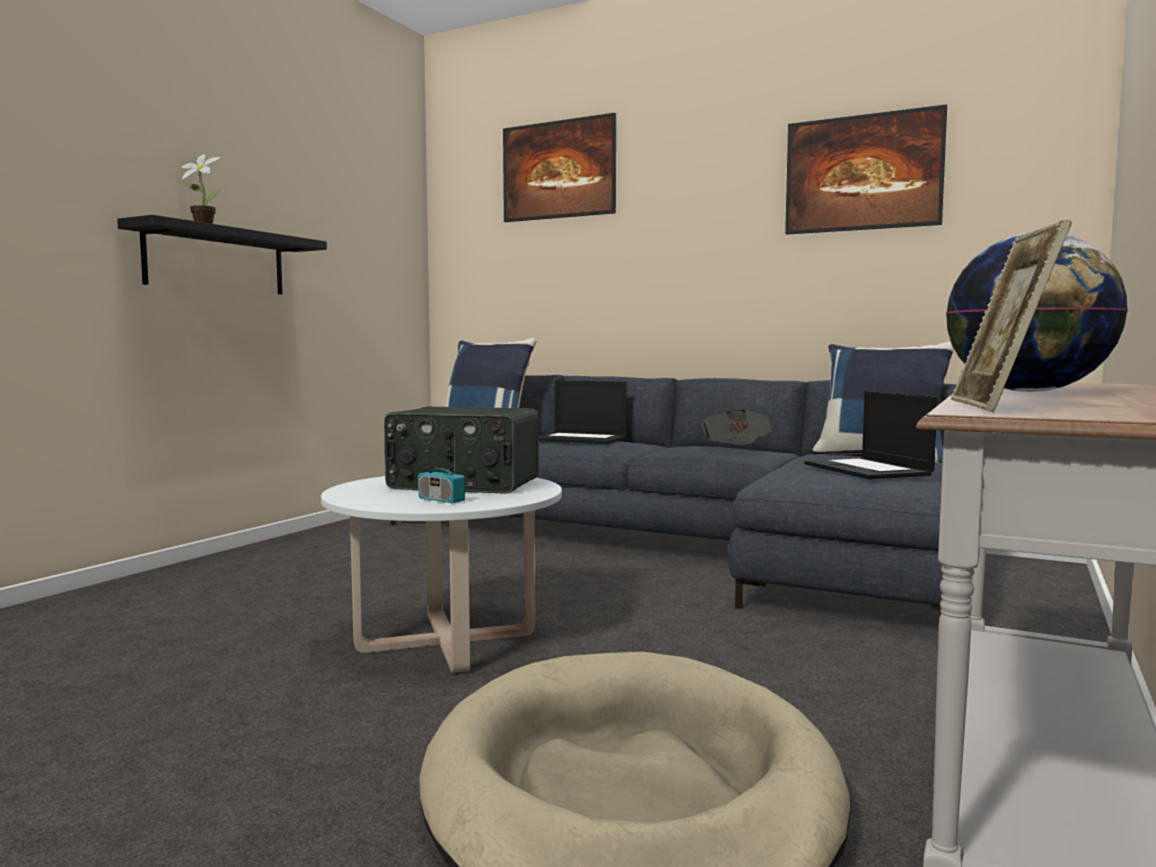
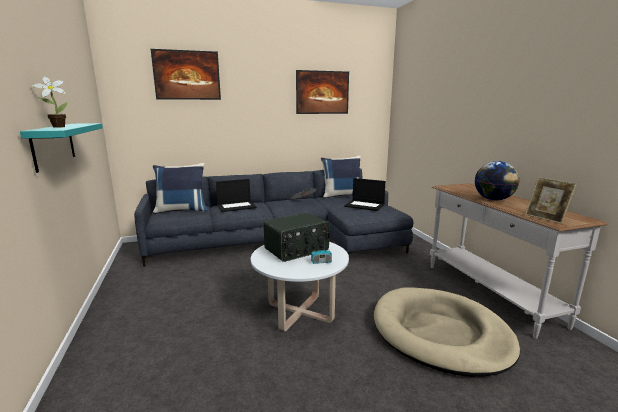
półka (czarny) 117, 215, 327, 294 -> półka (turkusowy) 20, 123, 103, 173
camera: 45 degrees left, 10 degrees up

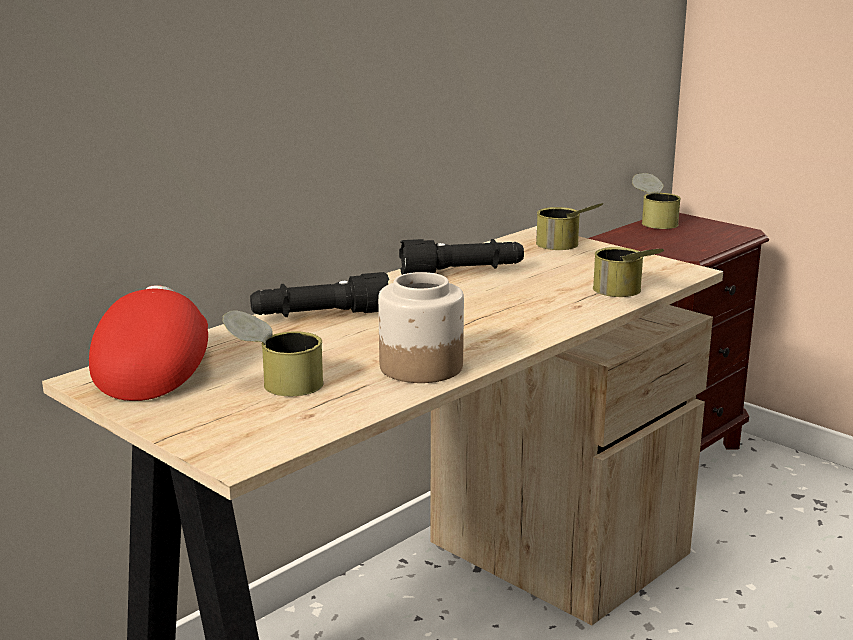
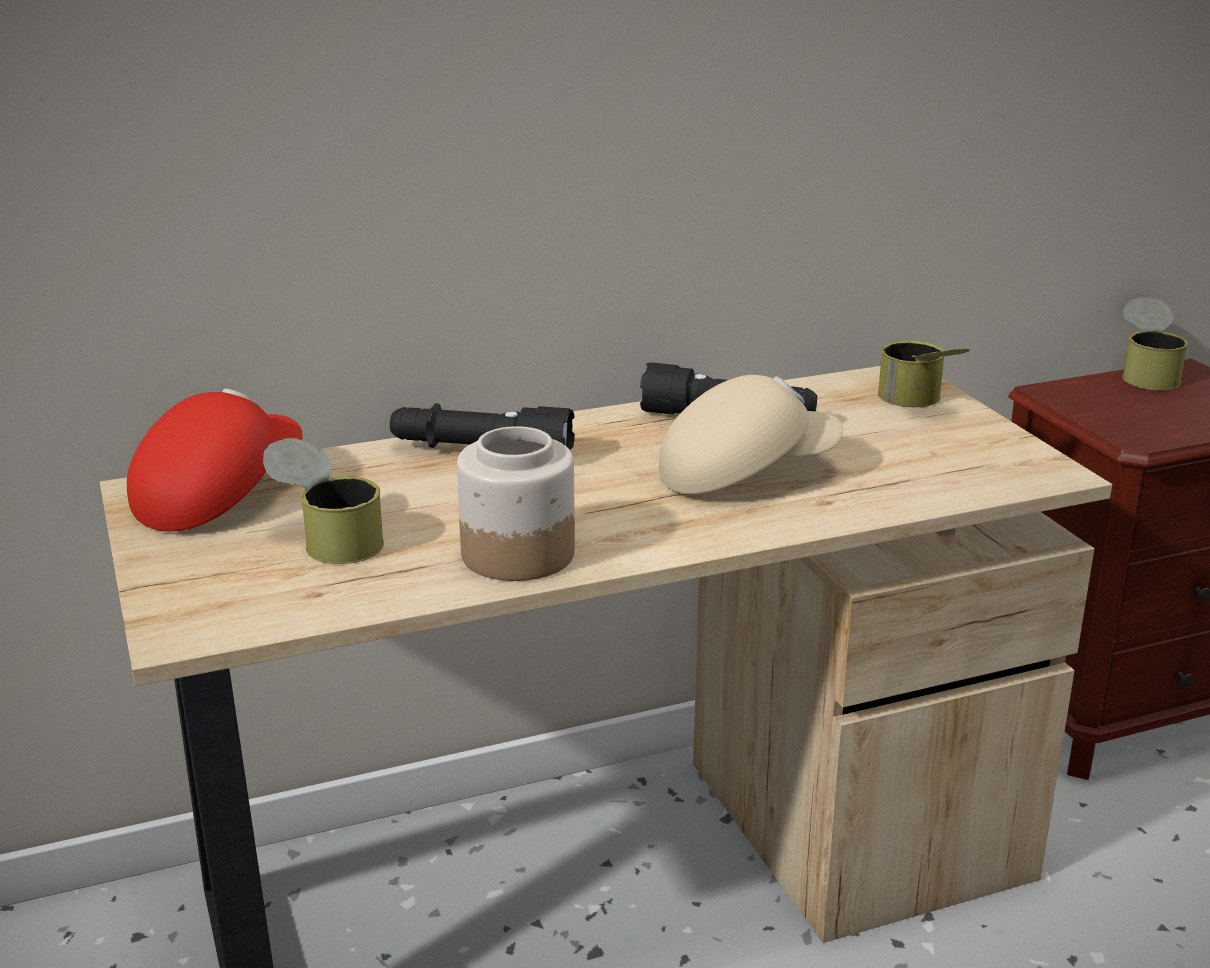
puszka 593, 247, 664, 297 -> none
none -> czapka z daszkiem (beżowy) 659, 375, 843, 494
camera: 25 degrees right, 5 degrees up

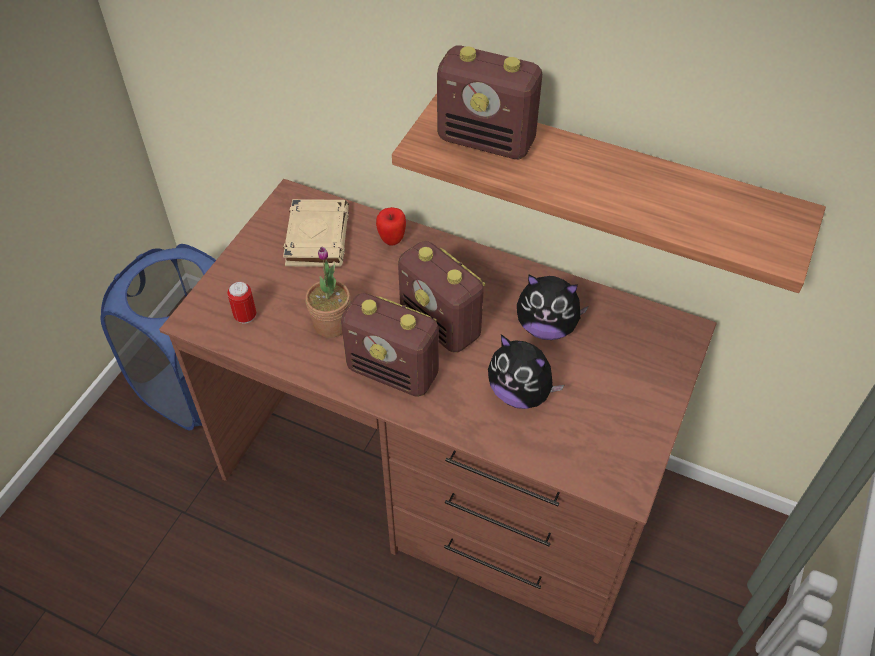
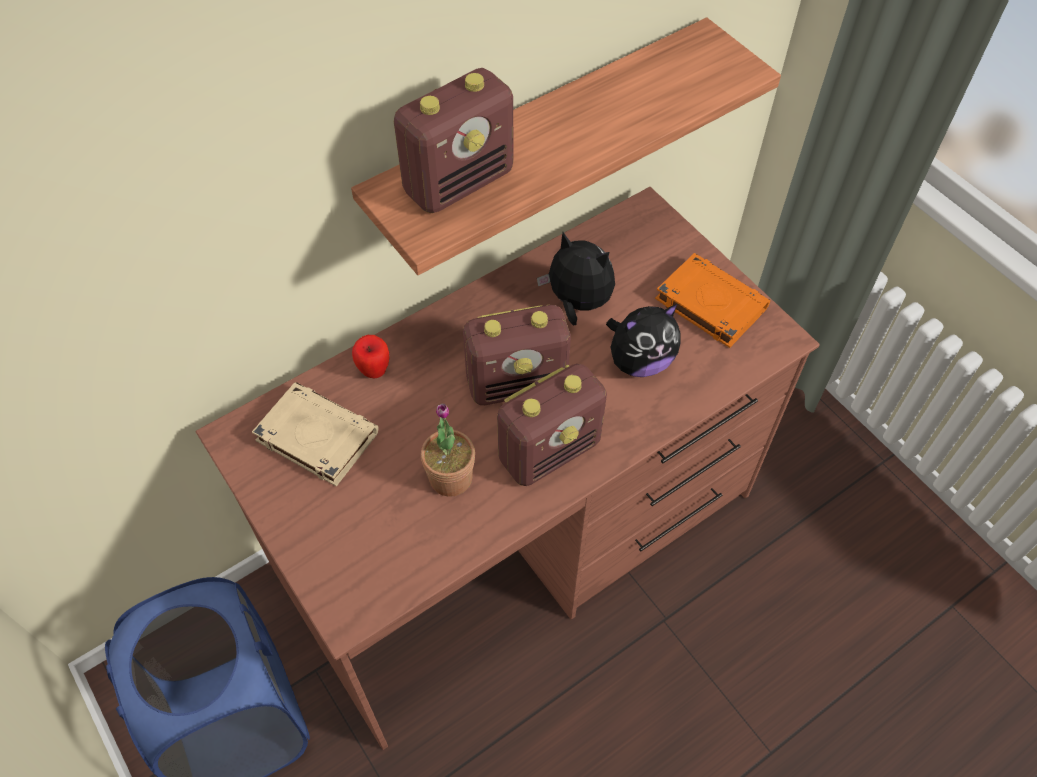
puszka 227, 281, 256, 324 -> none
pluszak 517, 274, 589, 340 -> pluszak 537, 232, 615, 326, 105 degrees counterclockwise
none -> książka (pomarańczowy) 655, 253, 770, 348
camera: 60 degrees left, 5 degrees up

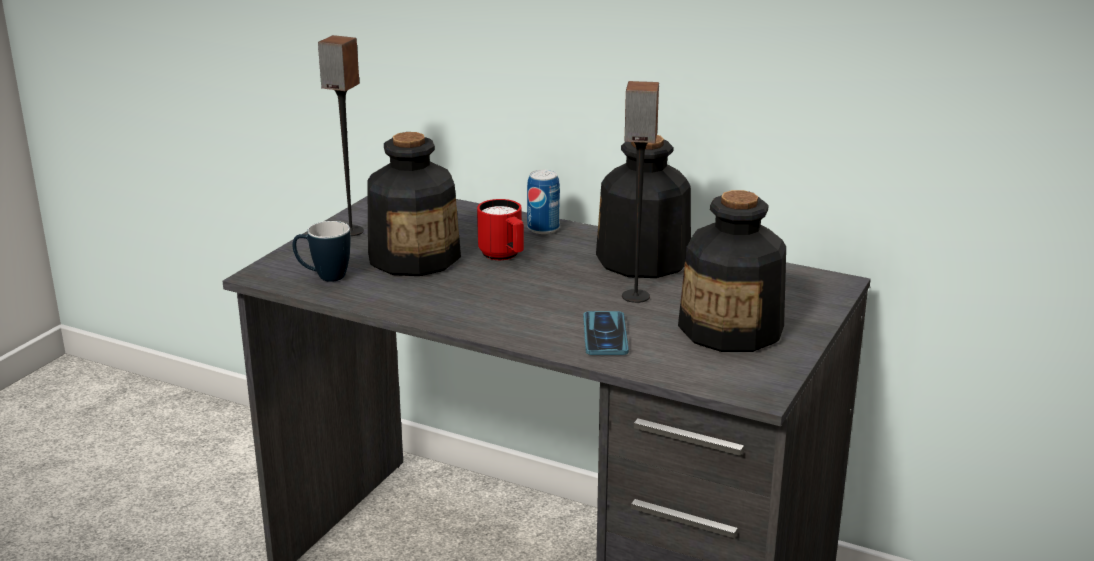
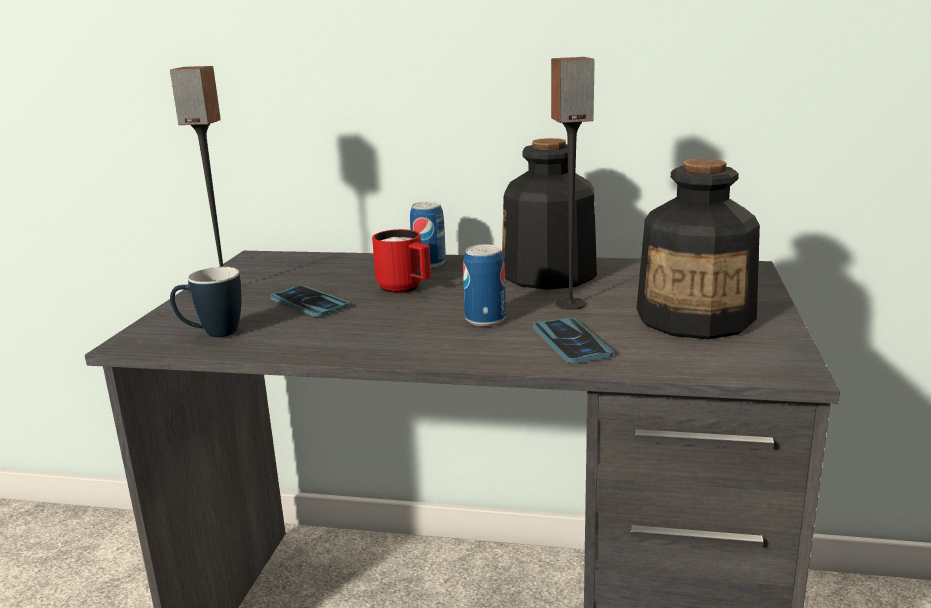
butelka 367, 132, 461, 276 -> telefon 270, 286, 349, 317
none -> puszka 463, 245, 506, 326
camera: 15 degrees left, 5 degrees down

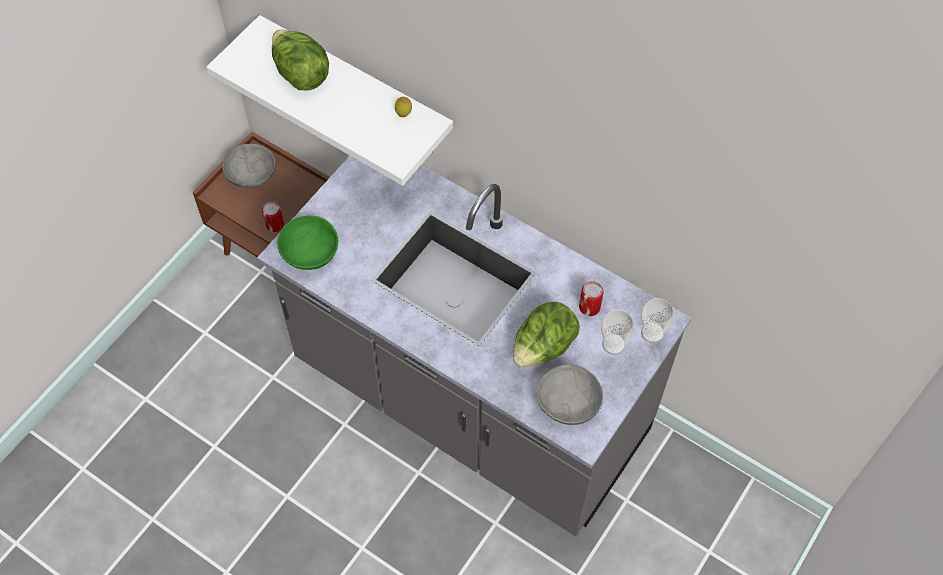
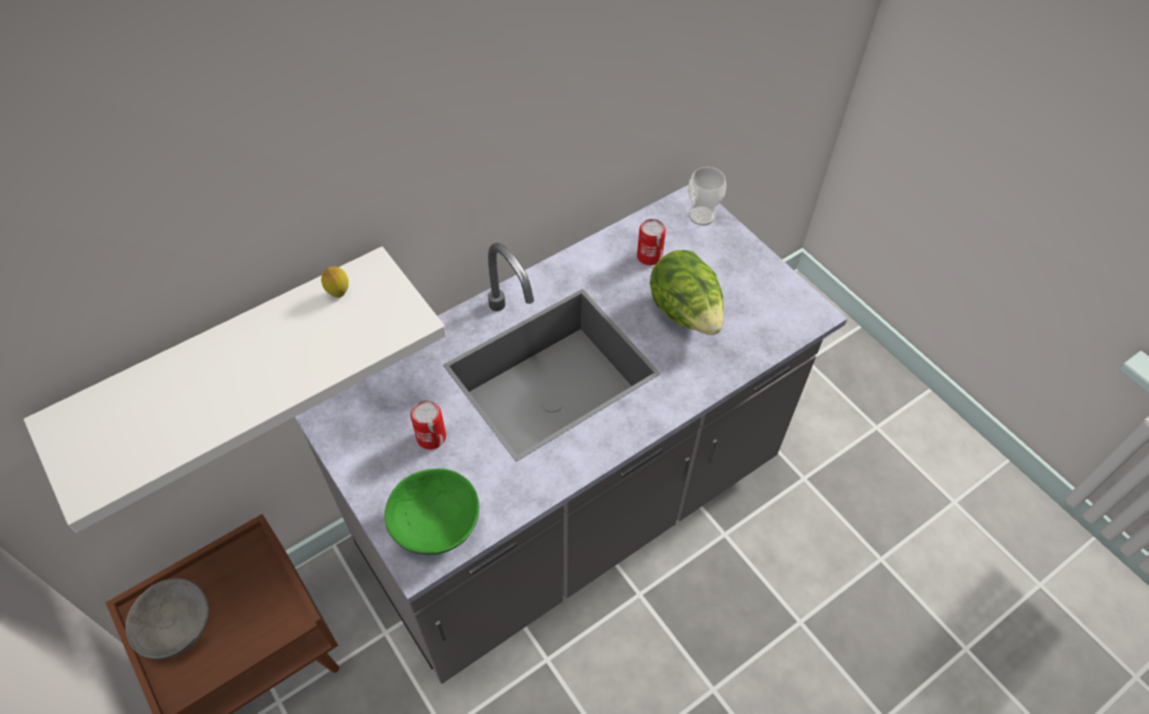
puszka 262, 201, 284, 232 -> puszka 410, 400, 446, 450, moved
sałata 272, 30, 329, 90 -> none
miska (szary) 536, 364, 603, 425 -> none
filiżanka 601, 310, 634, 355 -> none
camera: 70 degrees left, 5 degrees down

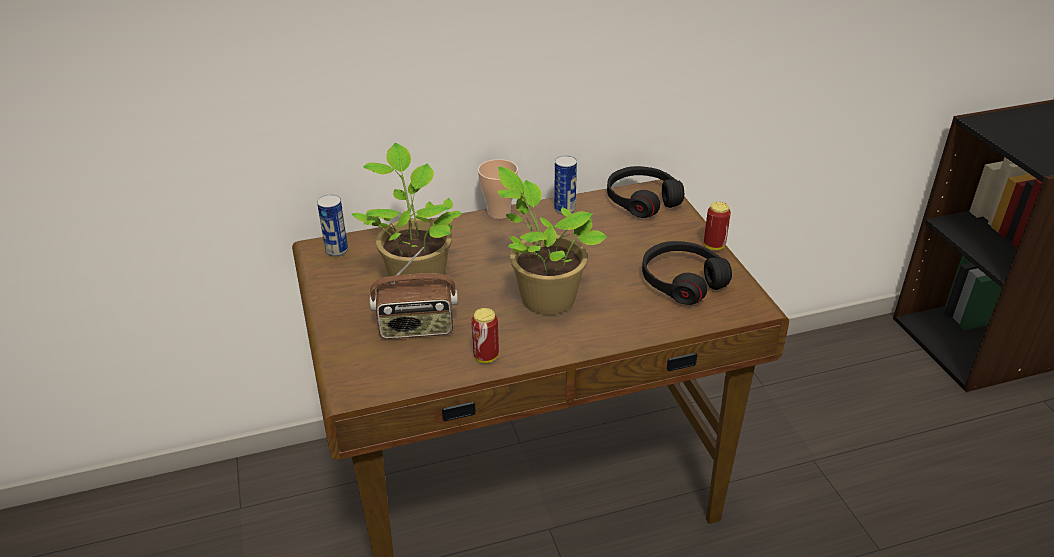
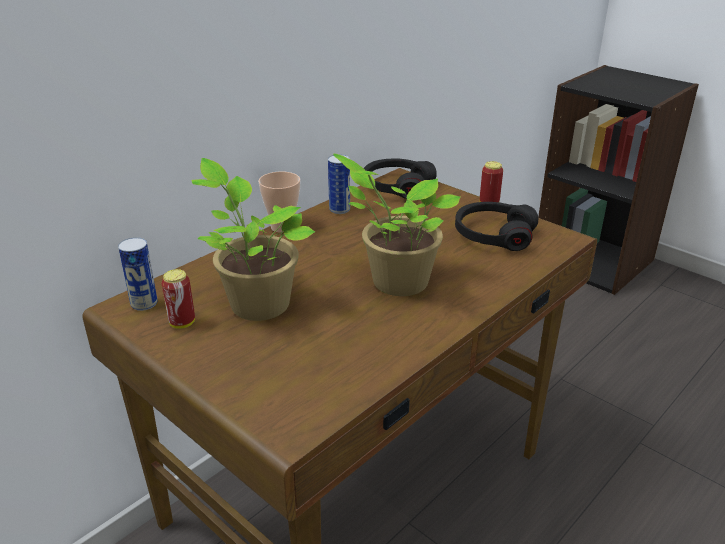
radio 370, 247, 458, 339 -> none
puszka 471, 308, 499, 363 -> puszka 162, 269, 195, 329, moved
camera: 30 degrees left, 5 degrees down

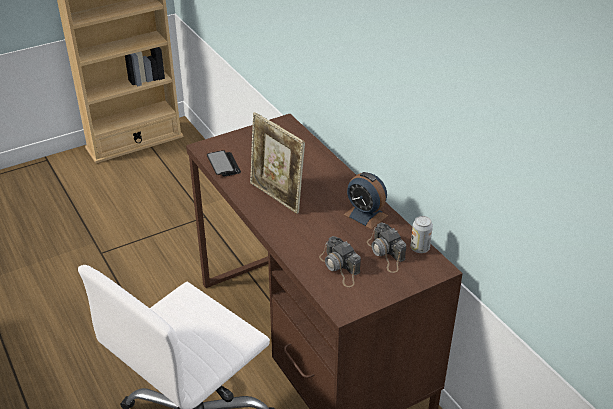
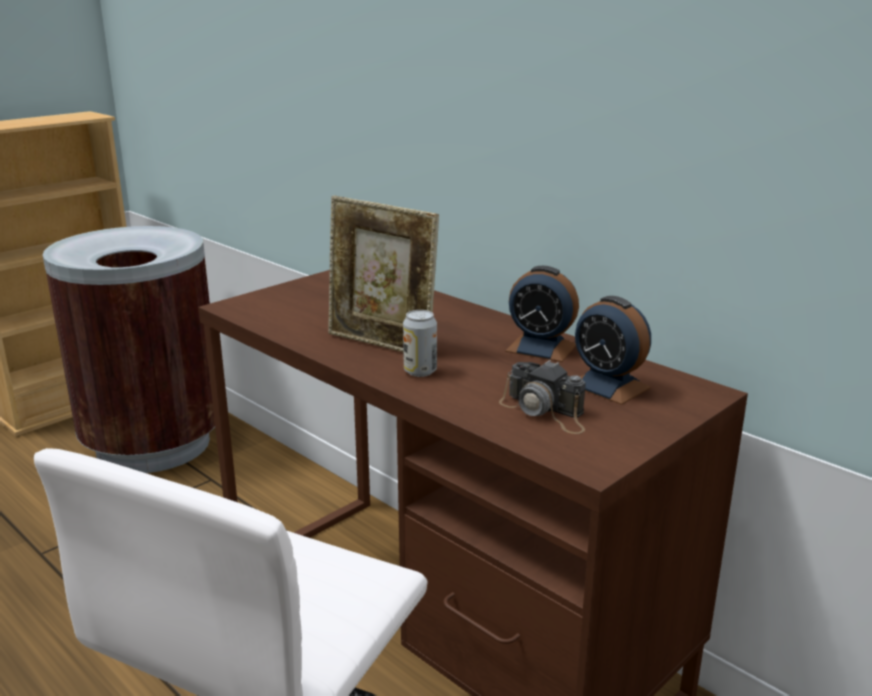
telefon 207, 150, 241, 176 -> none
aparat fotograficzny 367, 222, 406, 273 -> budzik 575, 296, 651, 405
puszka 411, 216, 433, 253 -> puszka 403, 310, 437, 377, moved
none -> kosz na śmieci (brązowy) 43, 226, 215, 473
camera: 15 degrees left, 15 degrees down

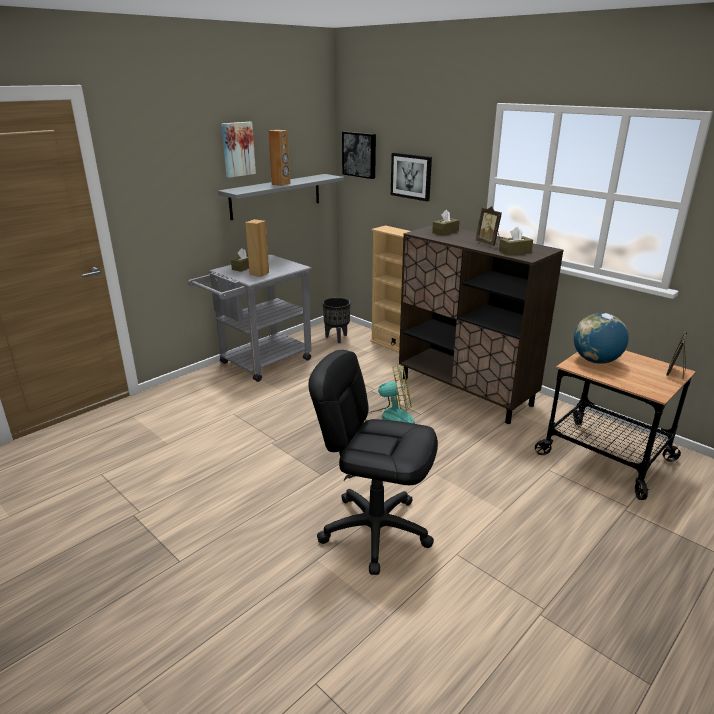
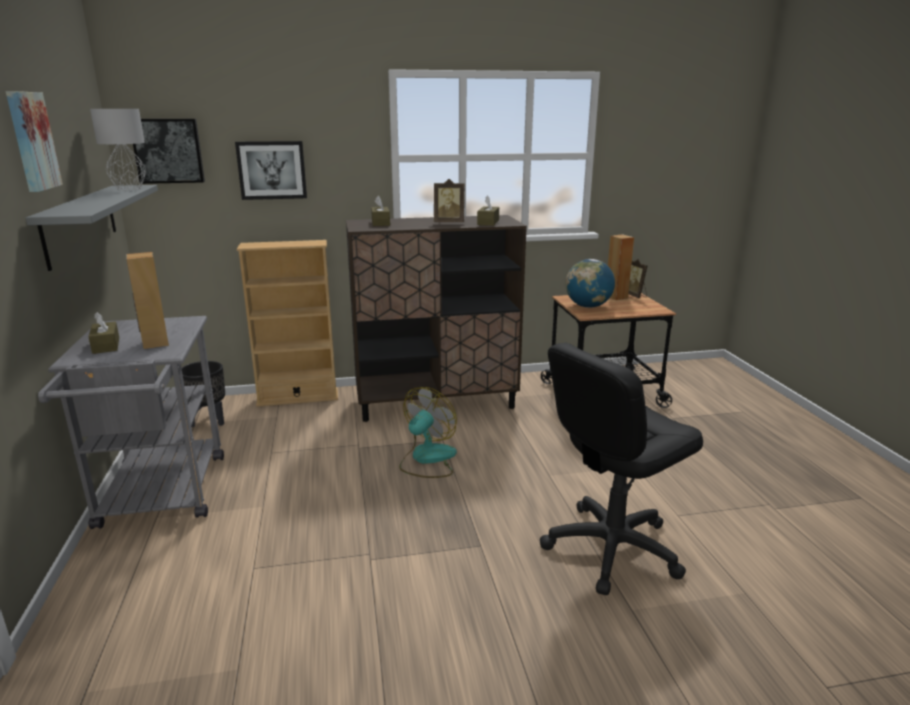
głośnik (brązowy) 268, 130, 290, 186 -> głośnik (brązowy) 608, 234, 634, 300, moved
none -> lampa stołowa (szary) 90, 109, 146, 190
camera: 55 degrees left, 5 degrees down

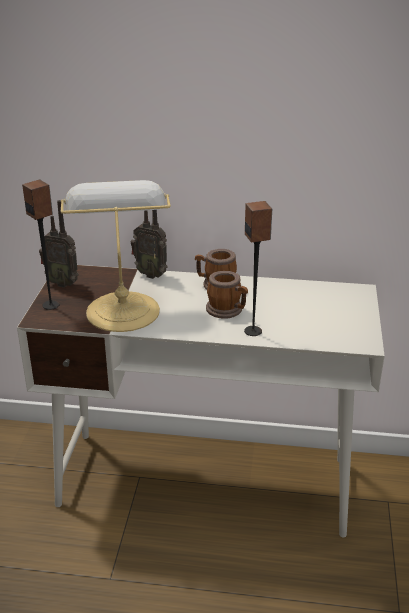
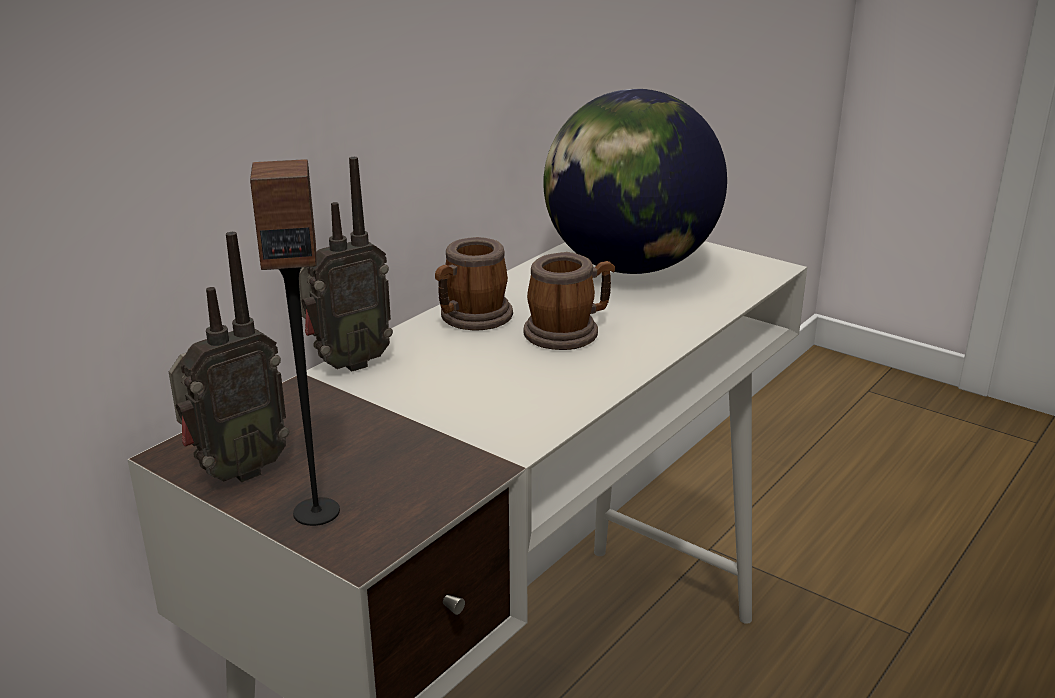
lampa stołowa 60, 180, 171, 332 -> none
głośnik 244, 201, 272, 336 -> none
none -> globus 543, 89, 727, 274
camera: 60 degrees left, 5 degrees down

